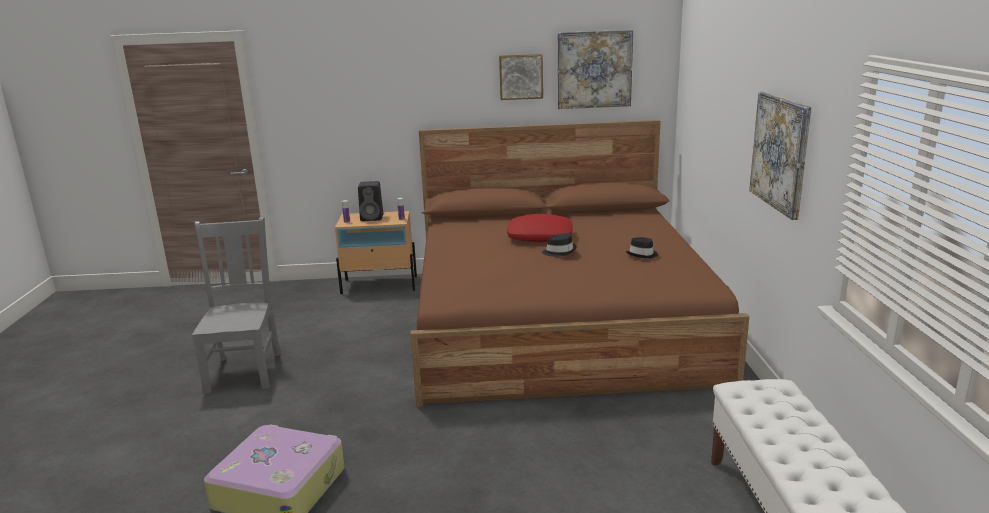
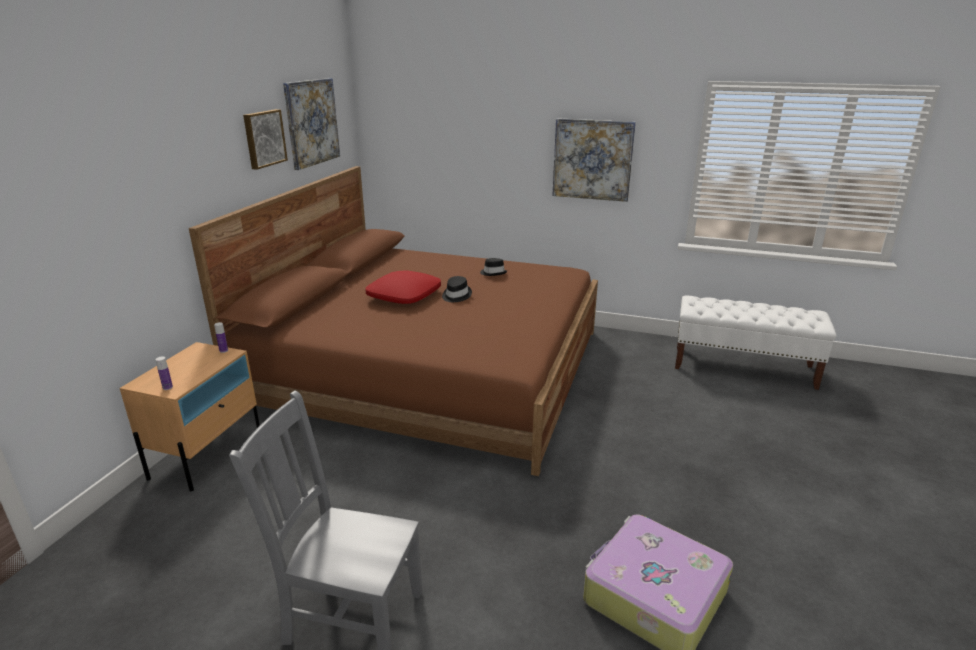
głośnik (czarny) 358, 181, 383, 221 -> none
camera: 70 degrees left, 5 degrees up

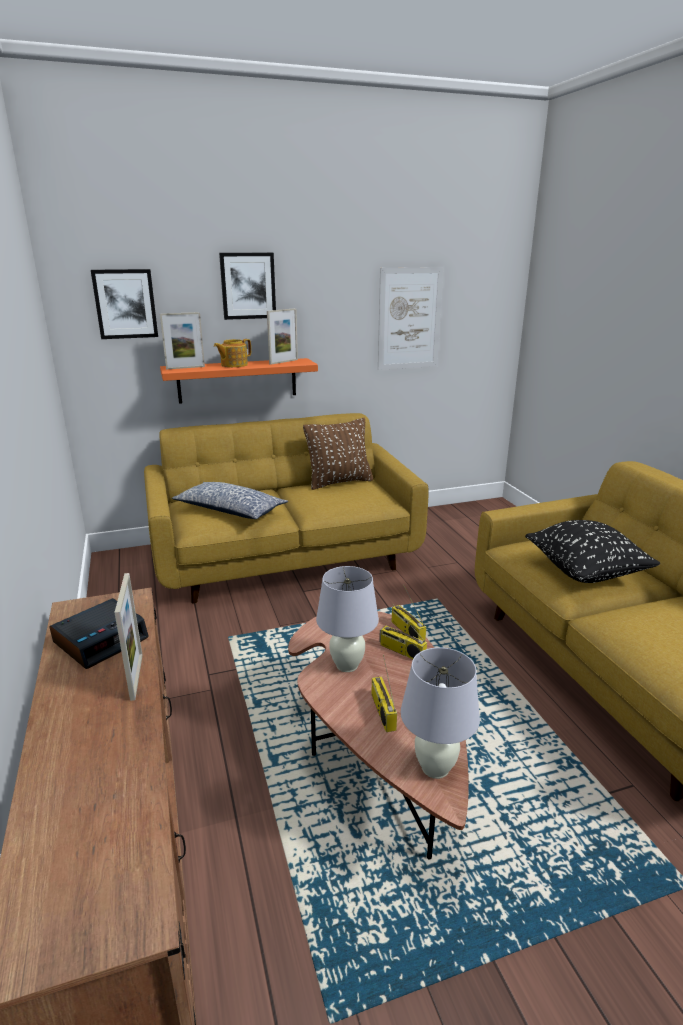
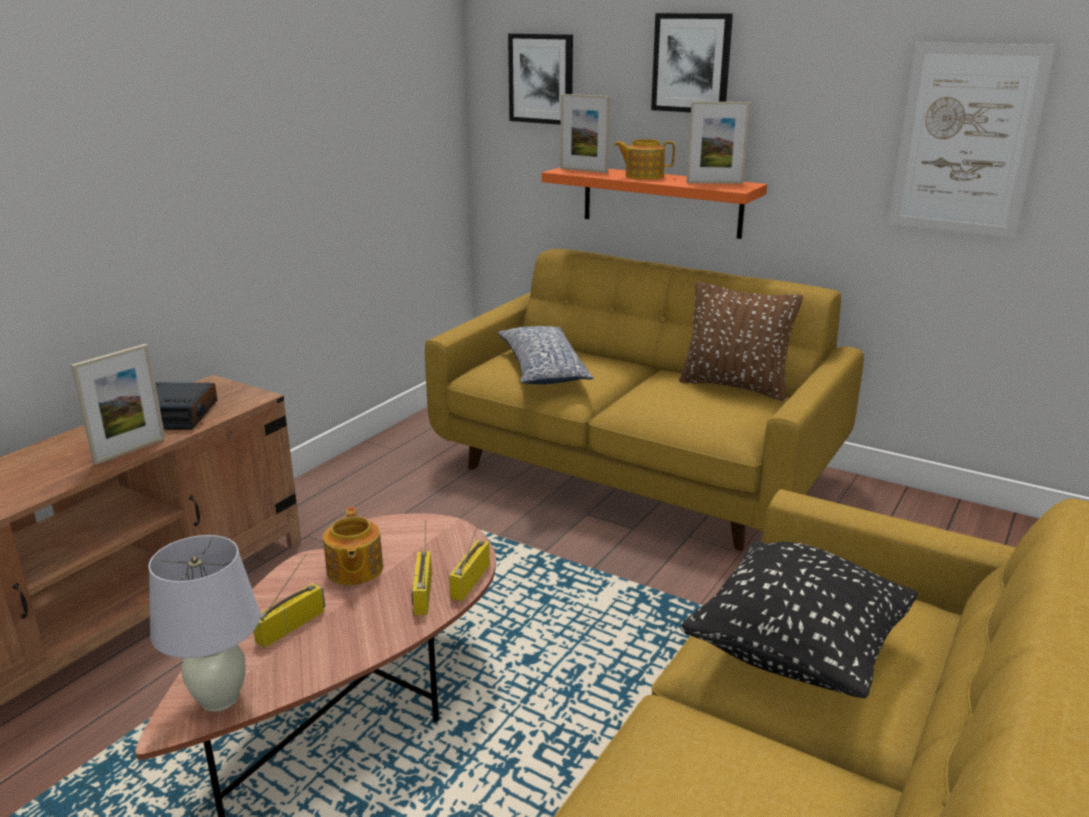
lampa stołowa (biały) 316, 566, 379, 672 -> imbryk 323, 507, 383, 585
camera: 50 degrees right, 0 degrees up

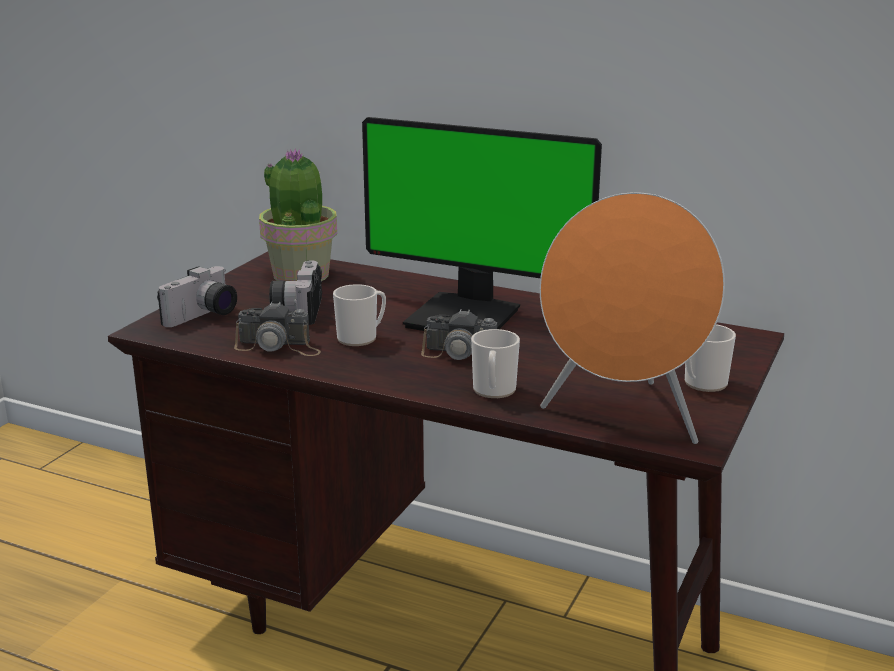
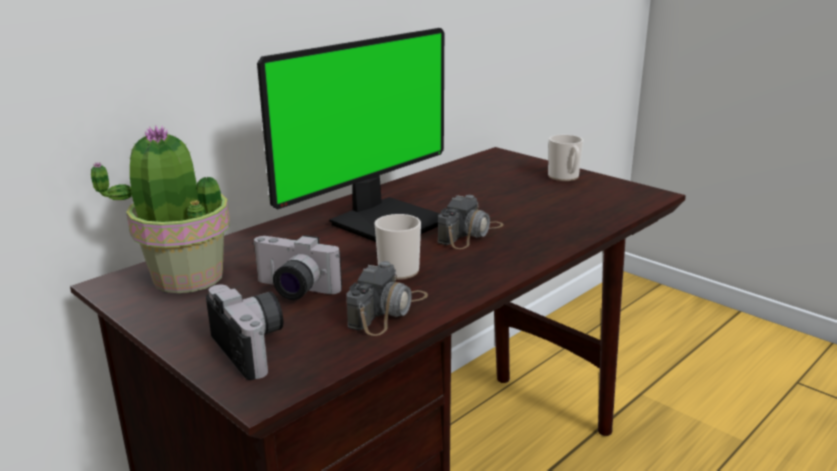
kubek 471, 329, 520, 398 -> none
głośnik (pomarańczowy) 540, 192, 725, 444 -> none
camera: 70 degrees left, 0 degrees up

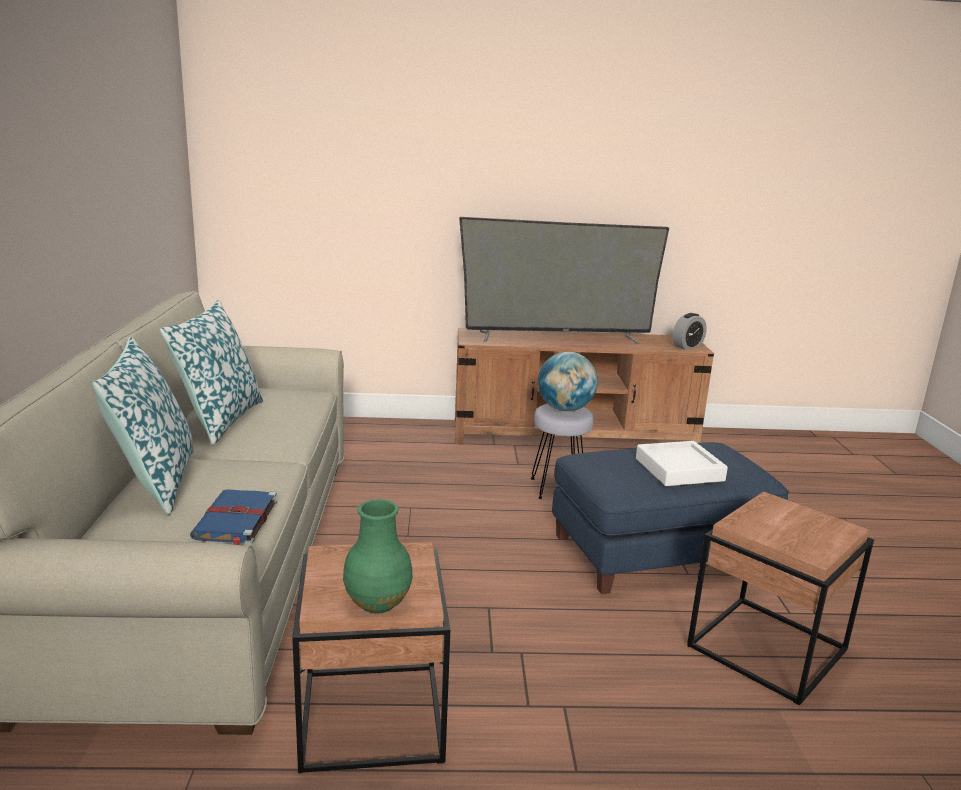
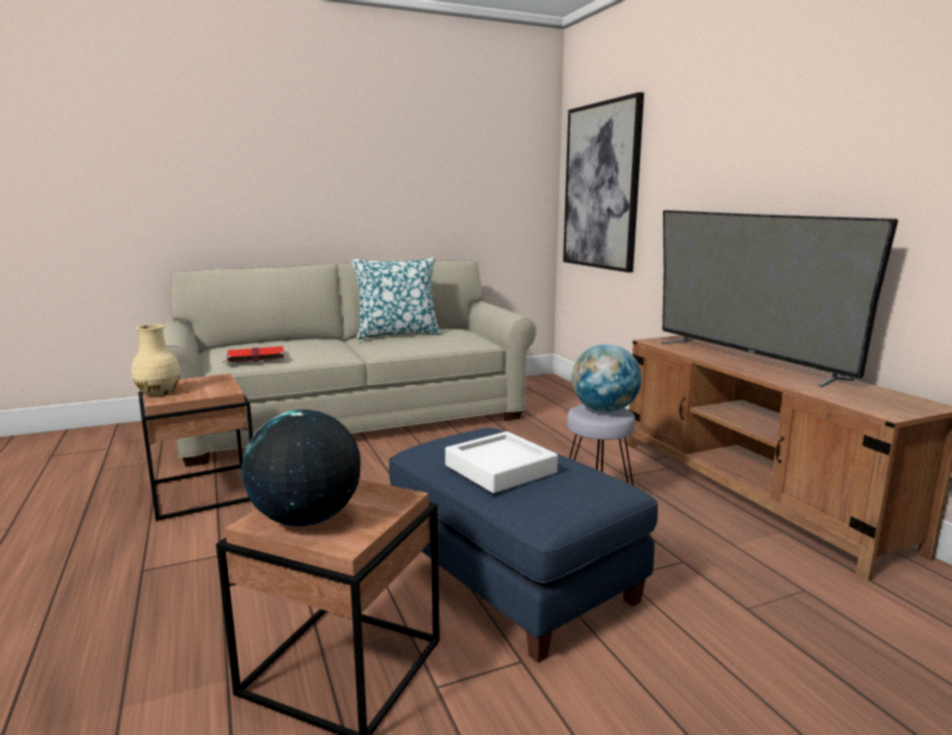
poduszka 92, 337, 194, 515 -> none
książka (niebieski) 190, 489, 277, 545 -> książka (czerwony) 222, 346, 285, 364
wazon (zielony) 343, 499, 413, 613 -> wazon (beżowy) 132, 324, 180, 396
budzik 672, 313, 707, 349 -> none
none -> globus 242, 409, 361, 526
none -> obraz 563, 92, 644, 273
camera: 70 degrees right, 5 degrees down

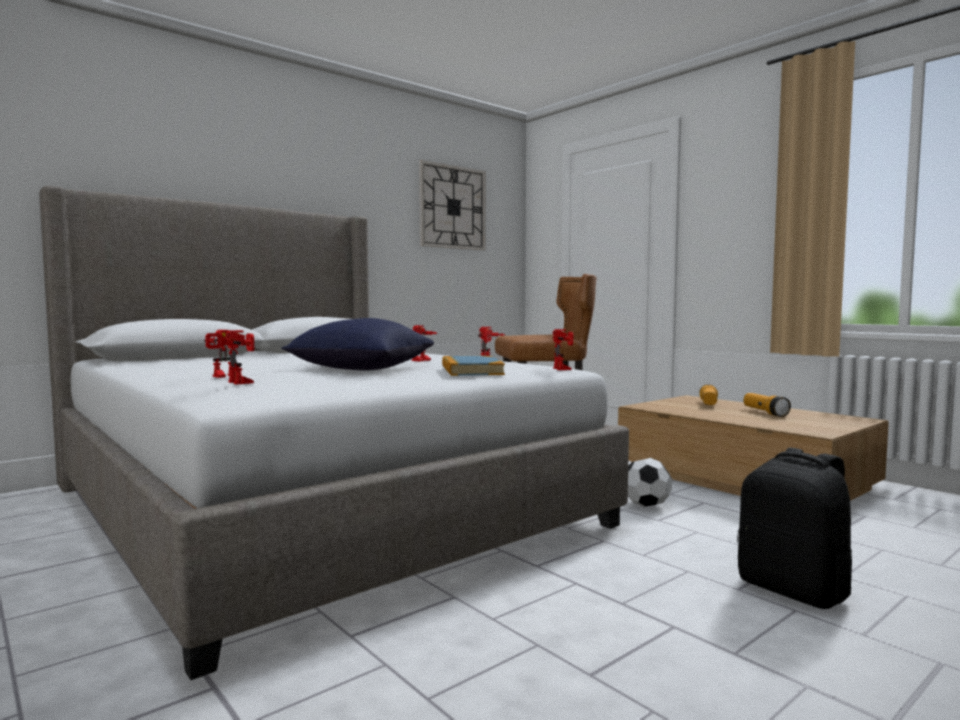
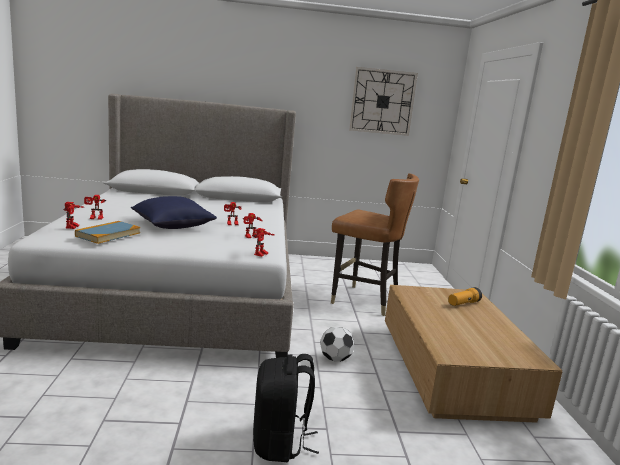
książka 442, 356, 505, 376 -> książka 75, 221, 140, 244, moved
latarka 744, 393, 791, 417 -> none
camera: 35 degrees right, 10 degrees up

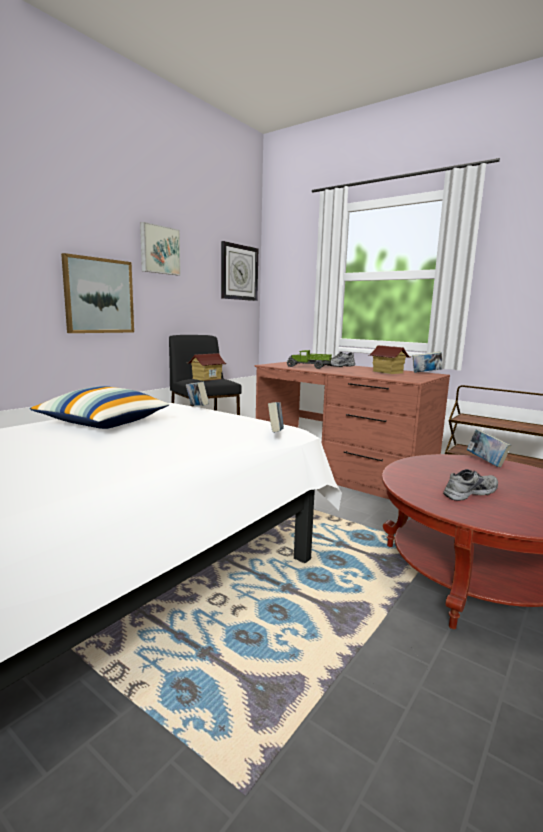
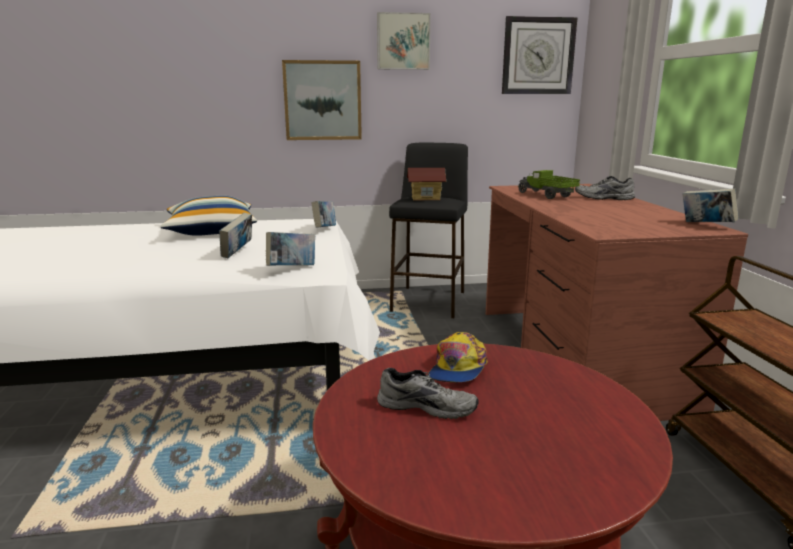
domek 369, 345, 410, 374 -> none
książka 467, 429, 512, 467 -> książka 219, 213, 252, 258, moved
none -> czapka z daszkiem 428, 332, 488, 383
camera: 45 degrees right, 5 degrees up

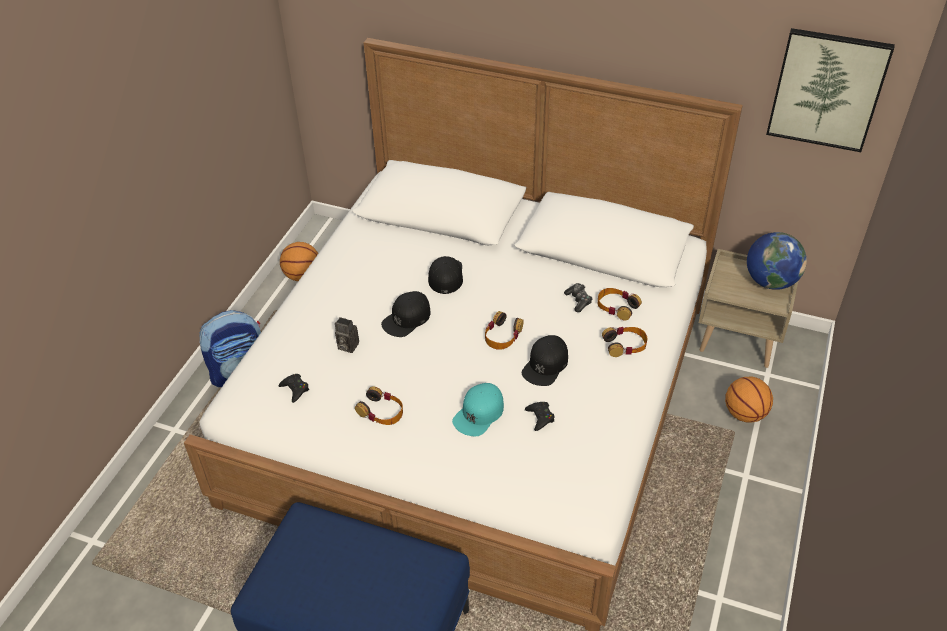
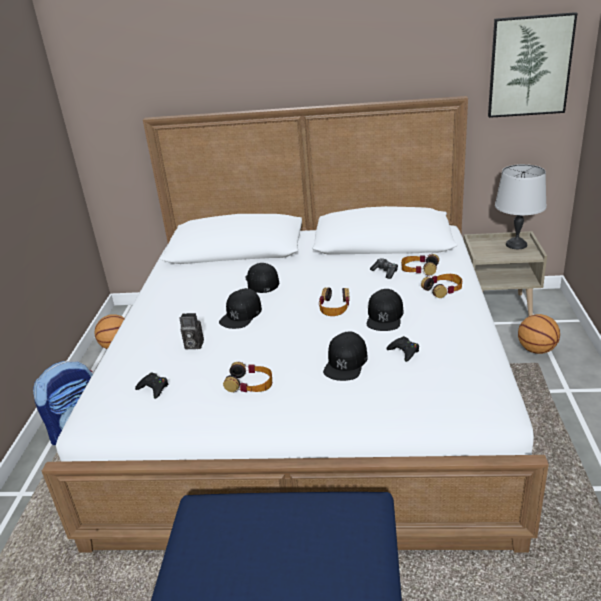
czapka z daszkiem (turkusowy) 452, 383, 504, 436 -> czapka z daszkiem (czarny) 323, 331, 368, 381
globus 747, 232, 807, 290 -> lampa stołowa (szary) 495, 164, 547, 249
camera: 15 degrees left, 15 degrees down

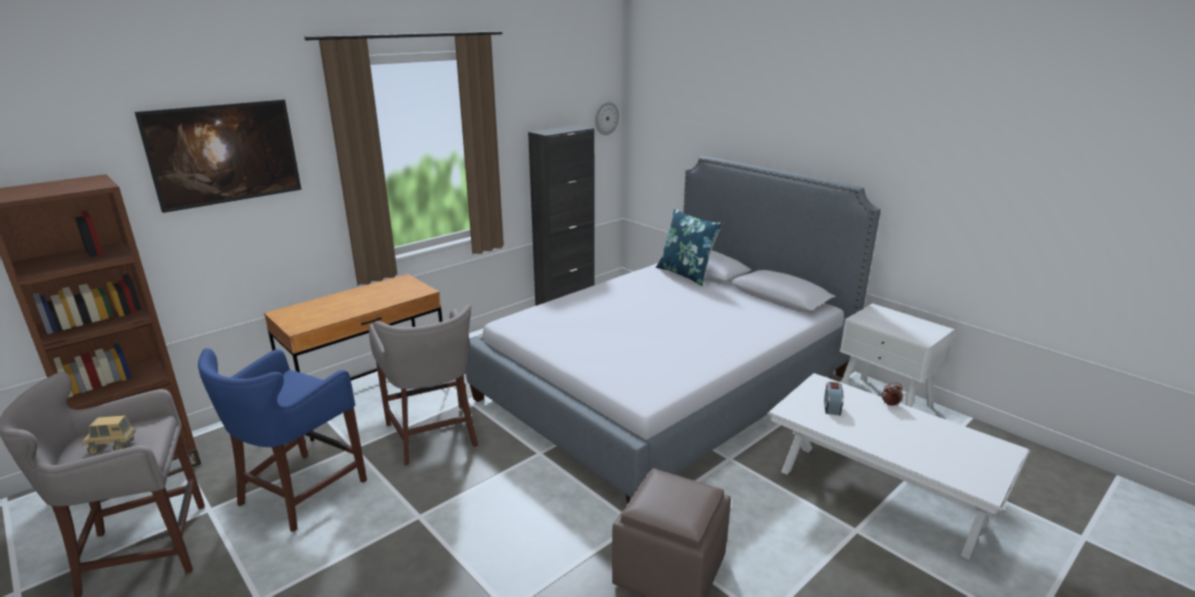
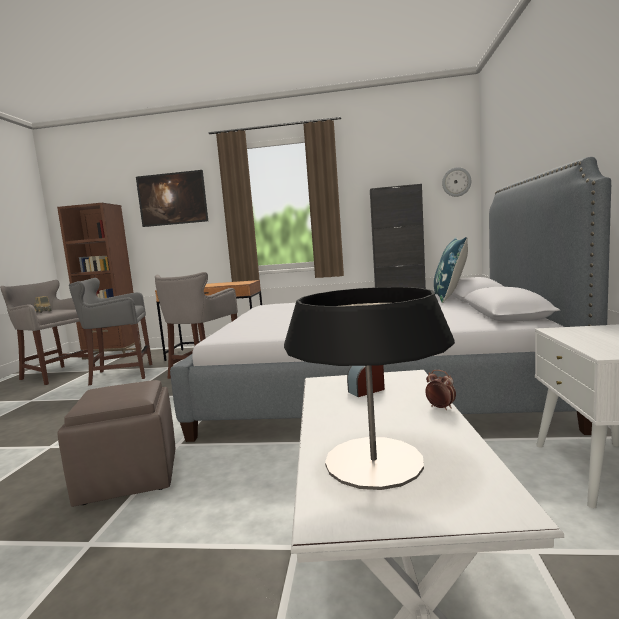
stołek (niebieski) 198, 348, 367, 532 -> stołek (szary) 69, 278, 152, 386
none -> lampa stołowa 284, 287, 455, 490
camera: 50 degrees right, 15 degrees down

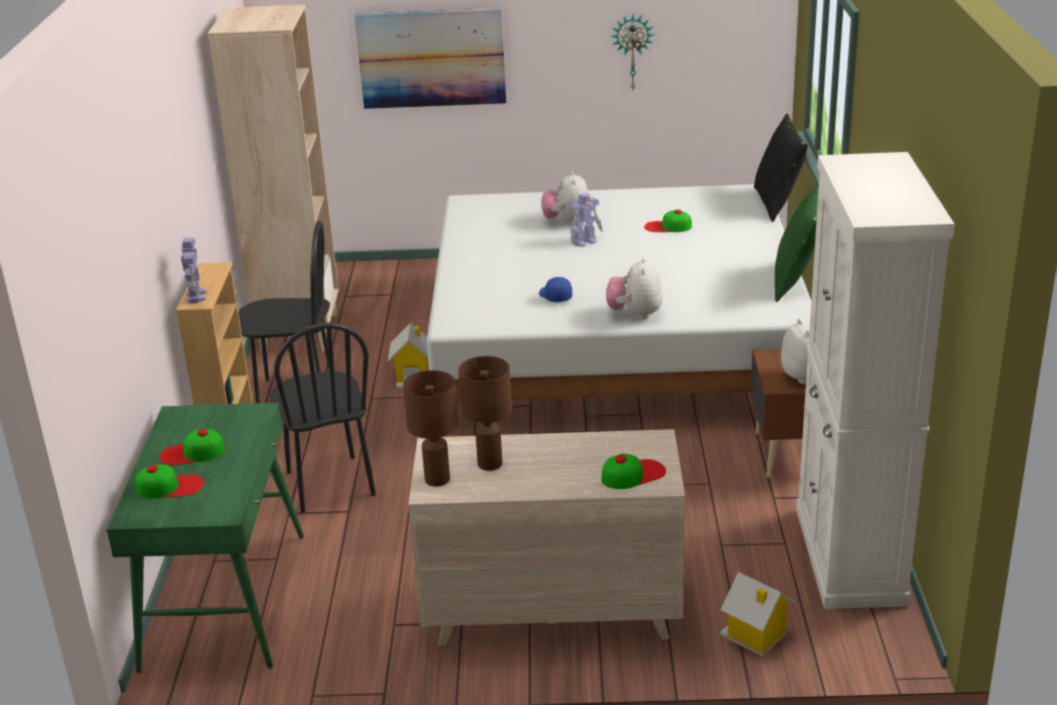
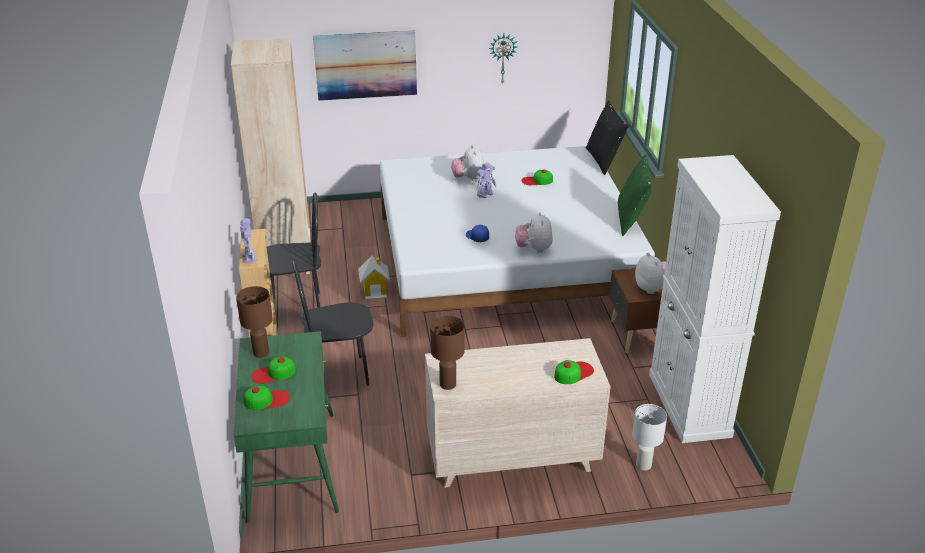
krzesło (czarny) 270, 323, 376, 513 -> krzesło (czarny) 292, 260, 374, 386, 105 degrees clockwise
lampa stołowa (brązowy) 458, 356, 512, 471 -> lampa stołowa (brązowy) 236, 286, 273, 358, moved
domek 720, 572, 796, 656 -> lampa stołowa (biały) 632, 404, 667, 471
camera: 10 degrees left, 5 degrees up

